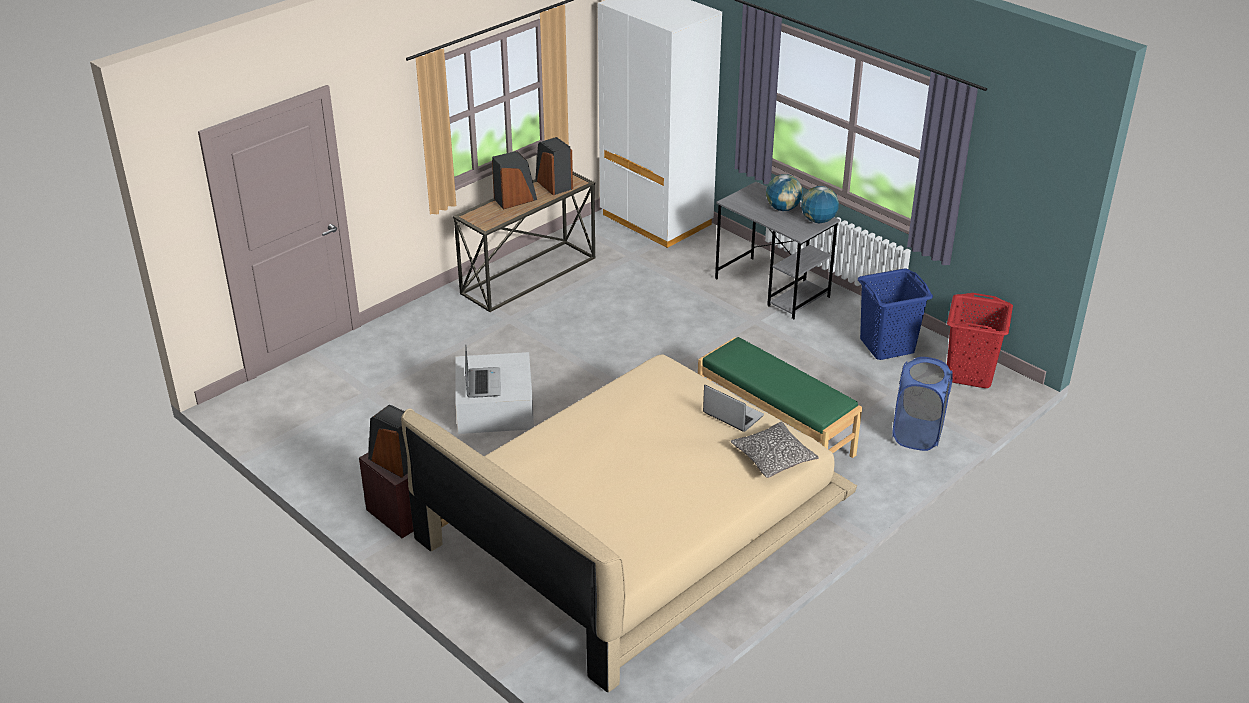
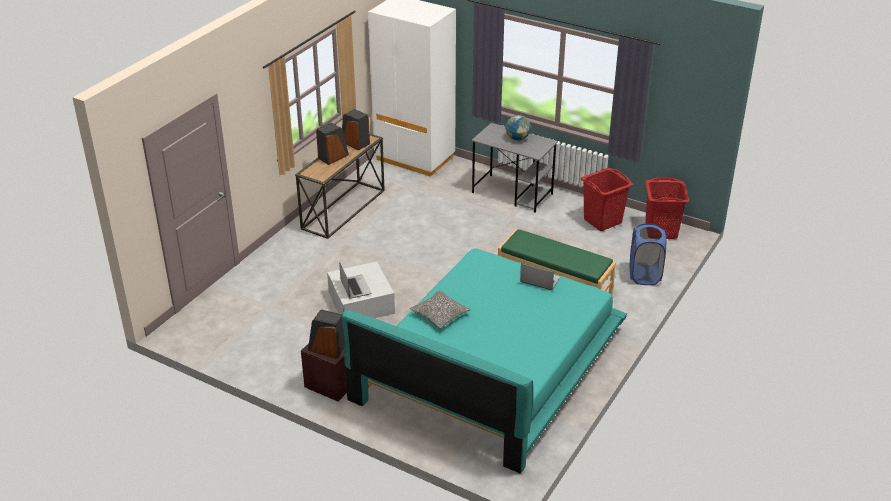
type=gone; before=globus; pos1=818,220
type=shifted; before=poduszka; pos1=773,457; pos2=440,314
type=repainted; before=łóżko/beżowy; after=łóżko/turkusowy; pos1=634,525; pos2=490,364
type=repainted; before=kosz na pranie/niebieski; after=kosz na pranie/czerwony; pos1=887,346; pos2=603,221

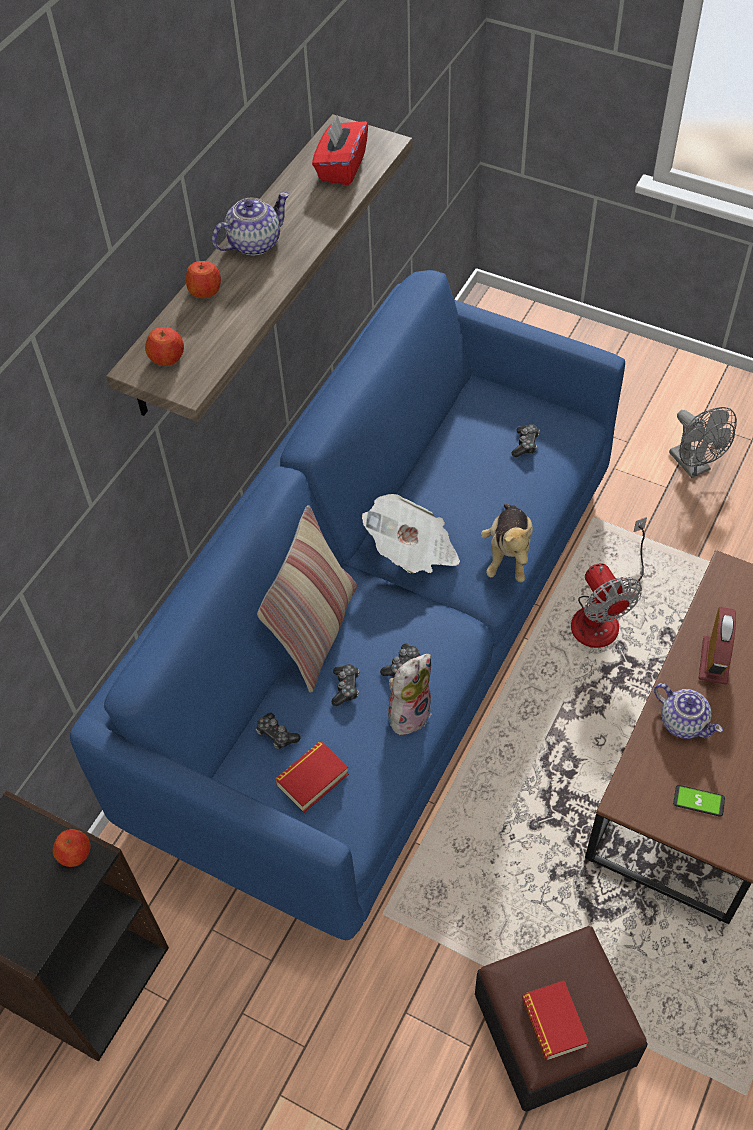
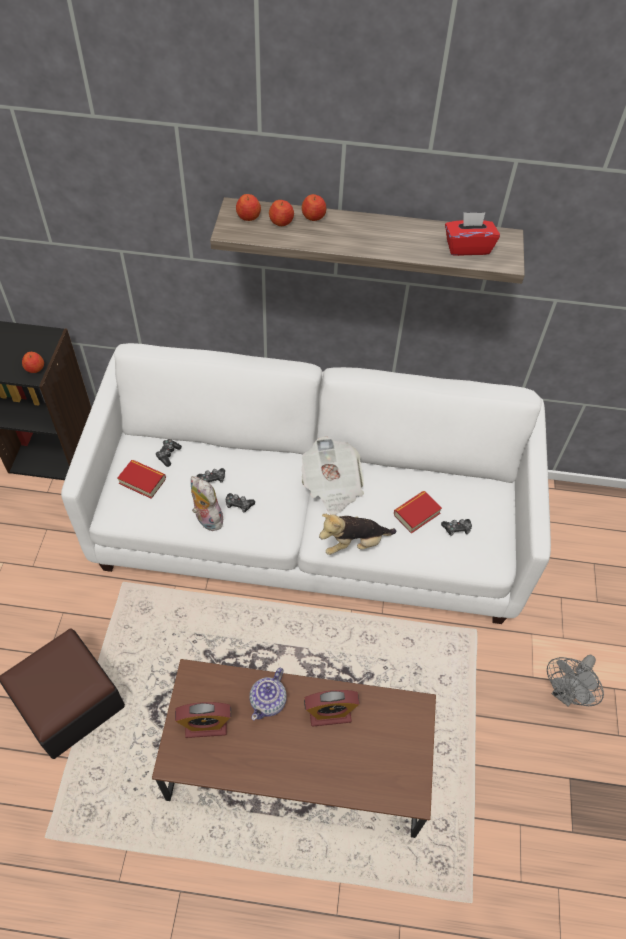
type=gone; before=imbryk; pos1=253,243
type=gone; before=poduszka; pos1=315,633
type=gone; before=wentylator; pos1=602,614
type=new; after=jabłko; pos2=281,222
type=shifted; before=książka; pos1=554,1022; pos2=416,514
type=swapped; before=telefon; after=budzik; pos1=698,801; pos2=206,725
type=repainted; before=kanapa/niebieski; after=kanapa/biały; pos1=380,644; pos2=311,525
type=rotated; before=pluszak; pos1=408,712; pos2=206,519; turn=-150

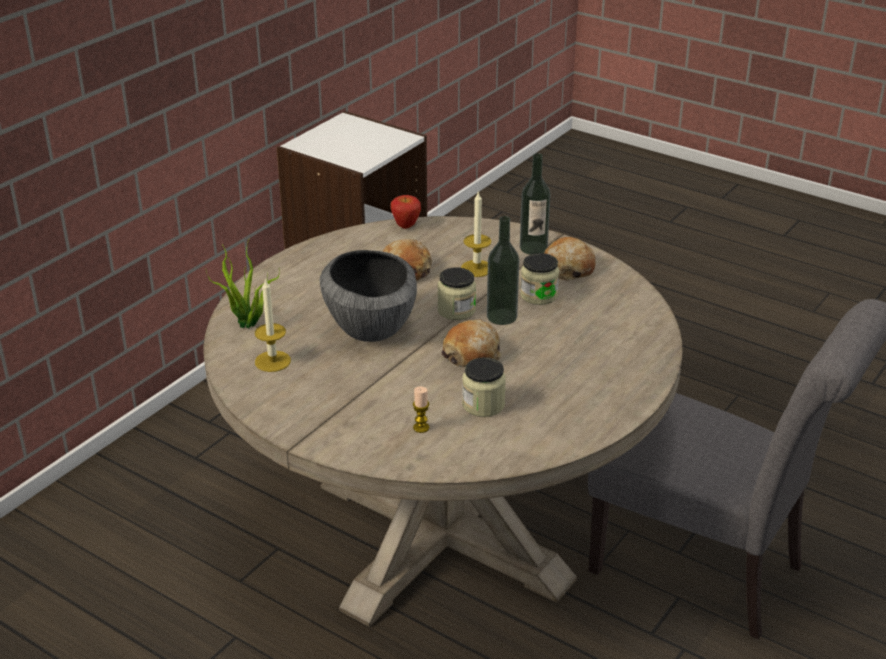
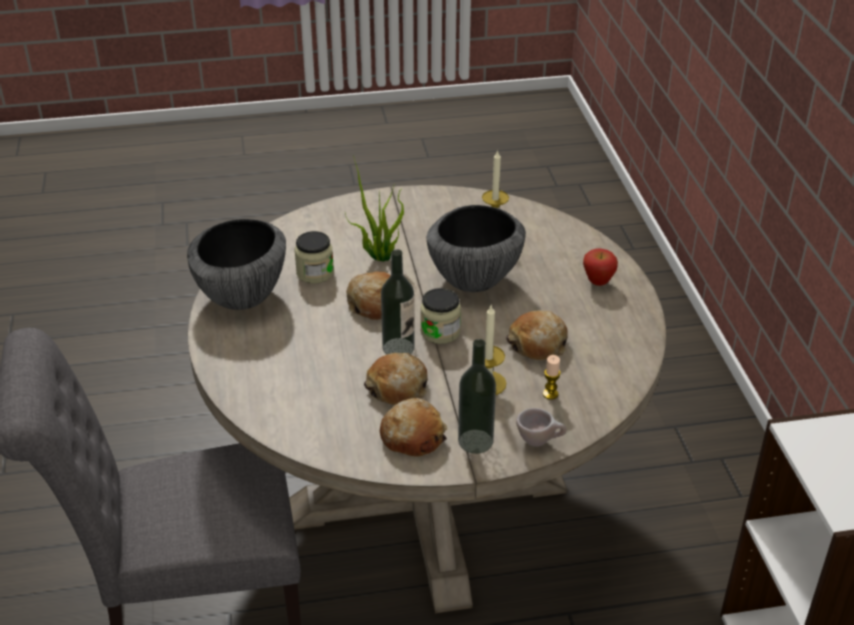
type=new; after=miska; pos2=242,296
type=new; after=filiżanka/beżowy; pos2=539,441
type=shifted; before=roślina doniczkowa; pos1=248,325; pos2=378,257
type=shifted; before=jabłko; pos1=406,226; pos2=598,282
type=shifted; before=świeca; pos1=421,428; pos2=550,394
type=swapped; before=słoik; after=chleb; pos1=539,295; pos2=397,387

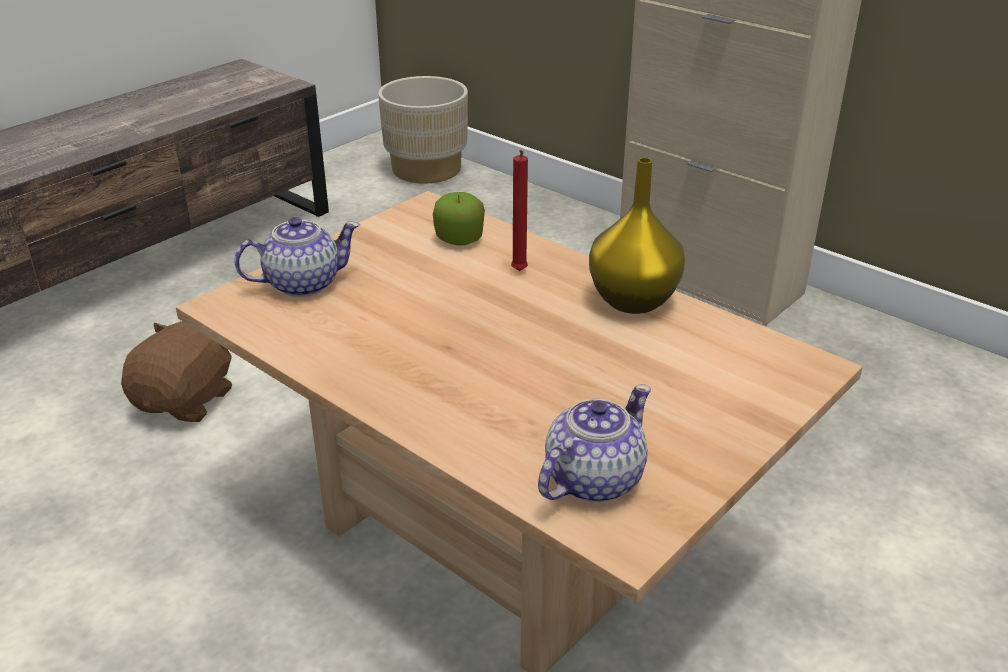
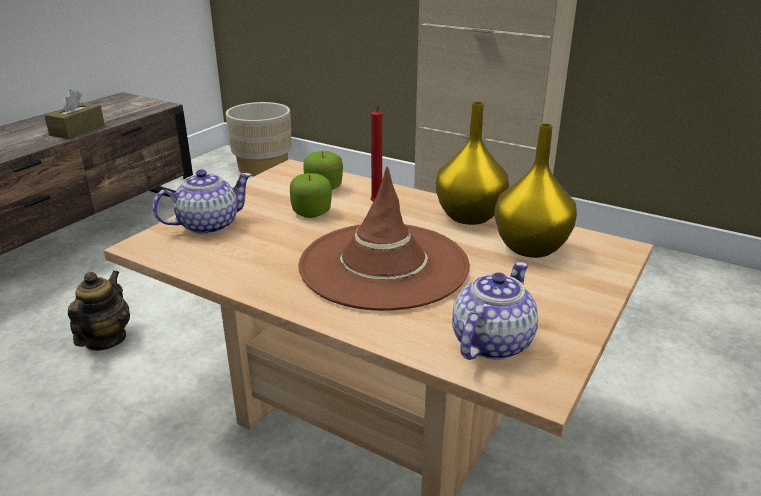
type=new; after=pudełko chusteczek/brązowy; pos2=77,130
type=new; after=jabłko; pos2=311,212
type=new; after=kapelusz/brązowy; pos2=383,265
type=new; after=wazon/żółty; pos2=529,247
type=swapped; before=pluszak/brązowy; after=imbryk; pos1=186,401; pos2=105,340

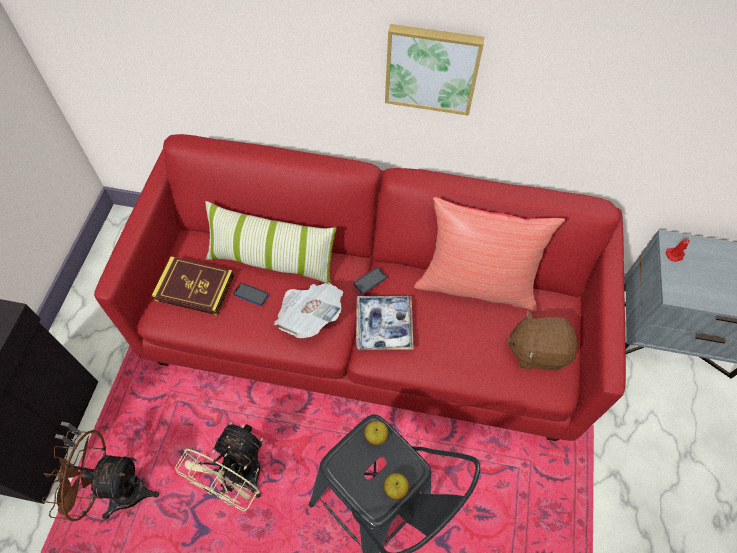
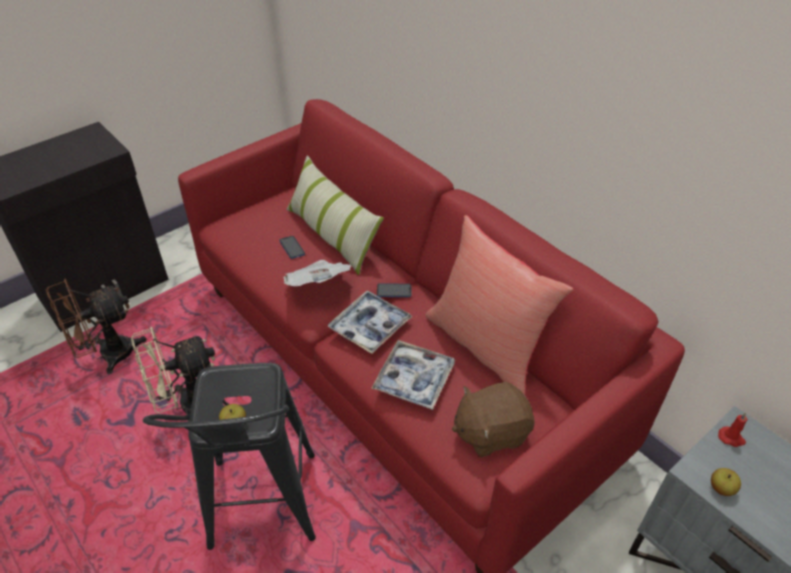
type=gone; before=książka; pos1=195,288
type=gone; before=obraz; pos1=432,68
type=new; after=taca; pos2=414,379
type=shifted; before=jabłko; pos1=376,436; pos2=721,488
type=rotated; before=wentylator/brązowy; pos1=118,491; pos2=108,355; turn=-75
type=rotated; before=pluszak/brązowy; pos1=537,351; pos2=490,432; turn=-60

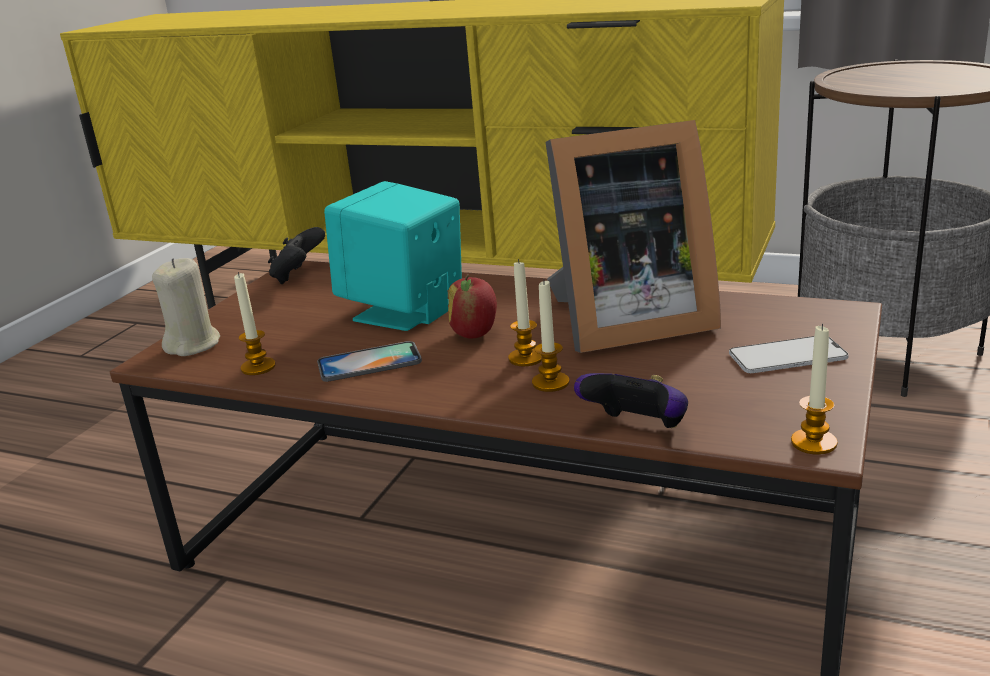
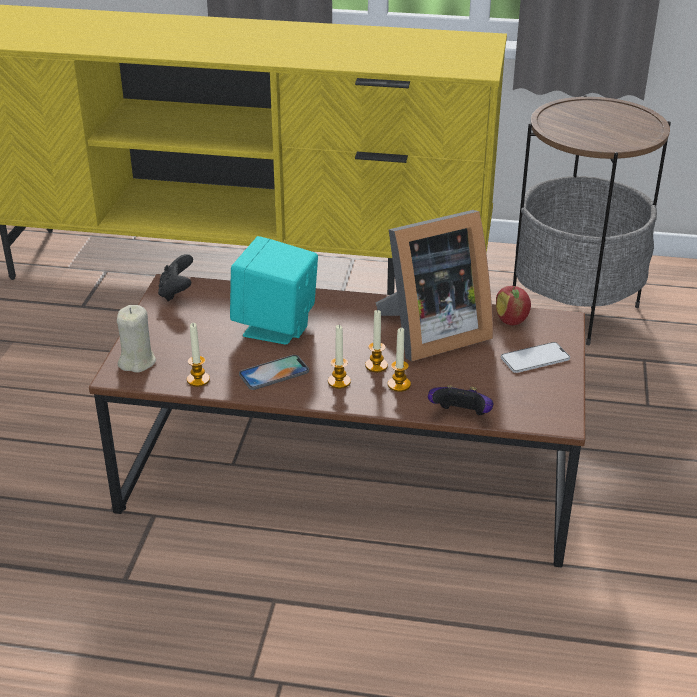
type=shifted; before=jabłko; pos1=474,333; pos2=512,321
type=shifted; before=świeca; pos1=813,443; pos2=339,381

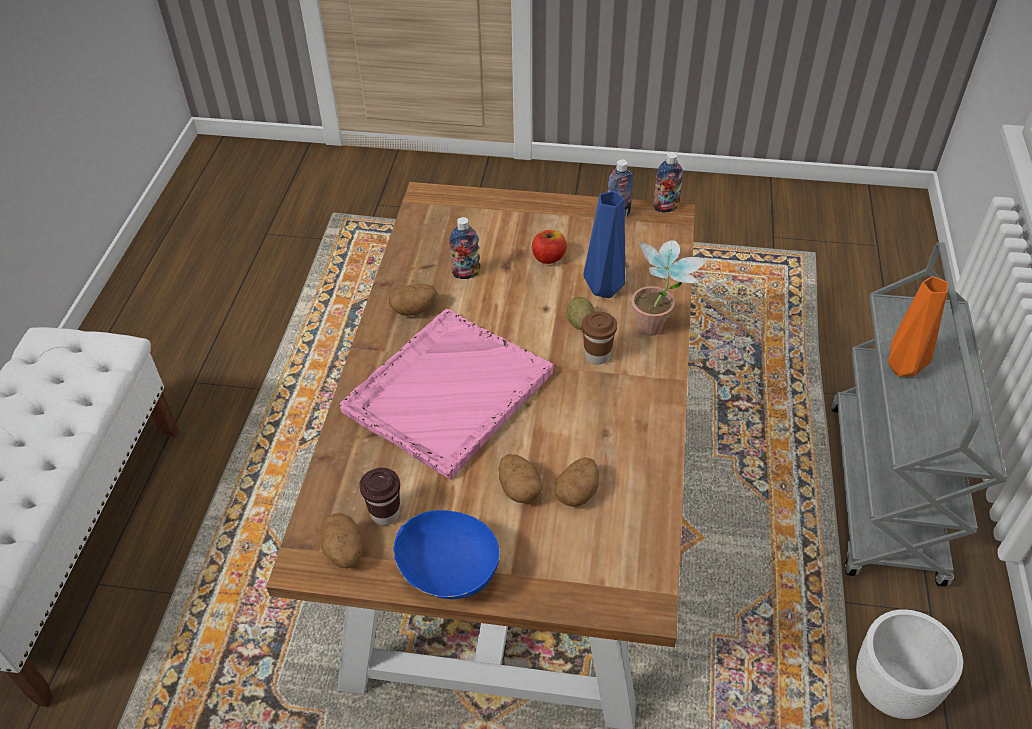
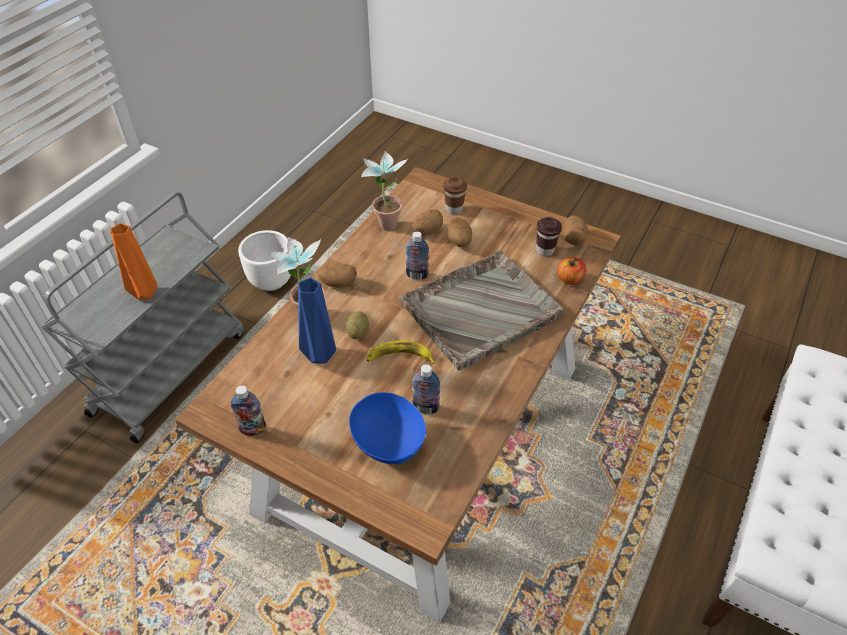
type=new; after=roślina doniczkowa; pos2=386,221
type=new; after=banan; pos2=399,357
type=shifted; before=ziemniak; pos1=414,309; pos2=338,283
type=shifted; before=miska/niebieski; pos1=448,572; pos2=389,442
type=shifted; before=jabłko; pos1=548,257; pos2=569,279
type=shifted; before=filiżanka/brązowy; pos1=597,356; pos2=454,209
type=shifted; before=butelka; pos1=665,207; pos2=417,275
type=repainted; before=taca/różowy; after=taca/szary; pos1=447,393; pos2=482,309

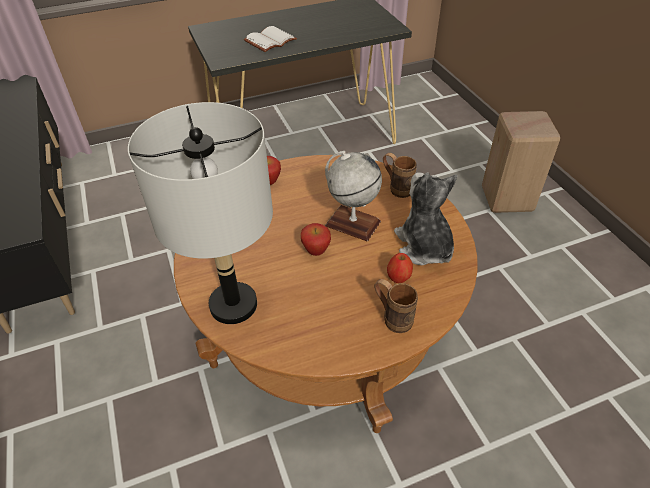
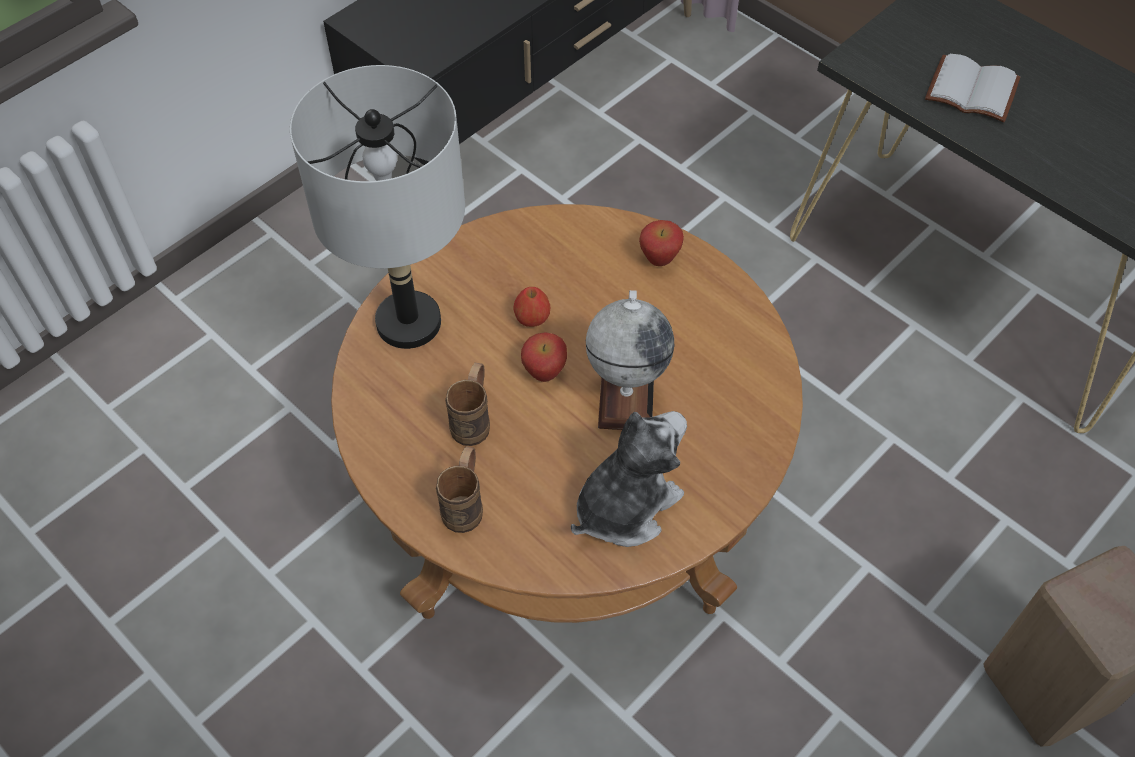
type=shifted; before=kubek/brązowy; pos1=396,188; pos2=474,420
type=shifted; before=jabłko; pos1=398,278; pos2=532,320

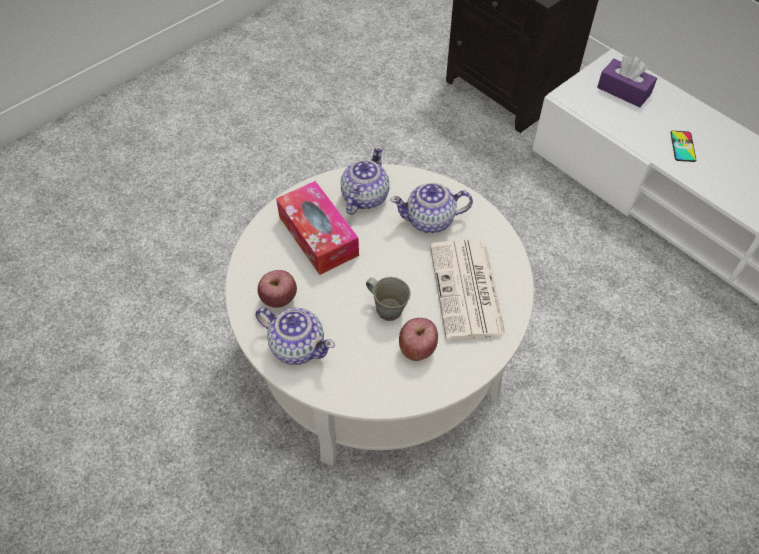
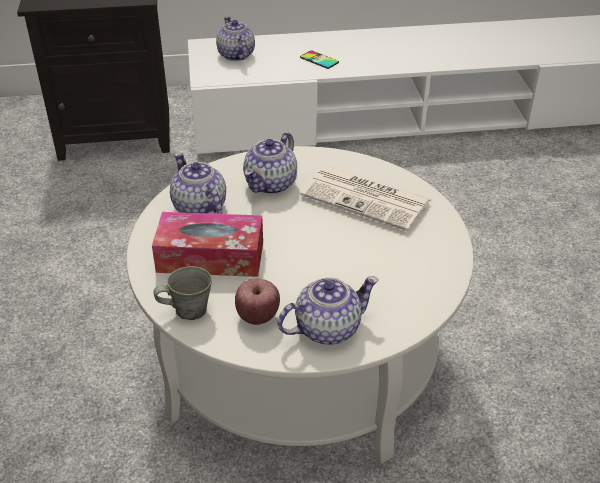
type=gone; before=jabłko; pos1=417,349
type=shifted; before=kubek/szary; pos1=388,308; pos2=188,310
type=swapped; before=pudełko chusteczek/fioletowy; after=imbryk; pos1=624,91; pos2=236,55

